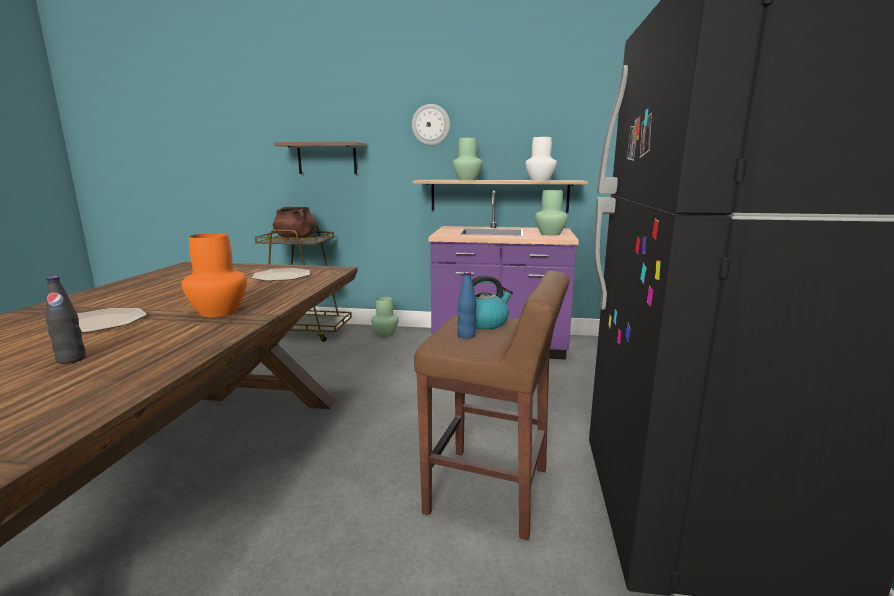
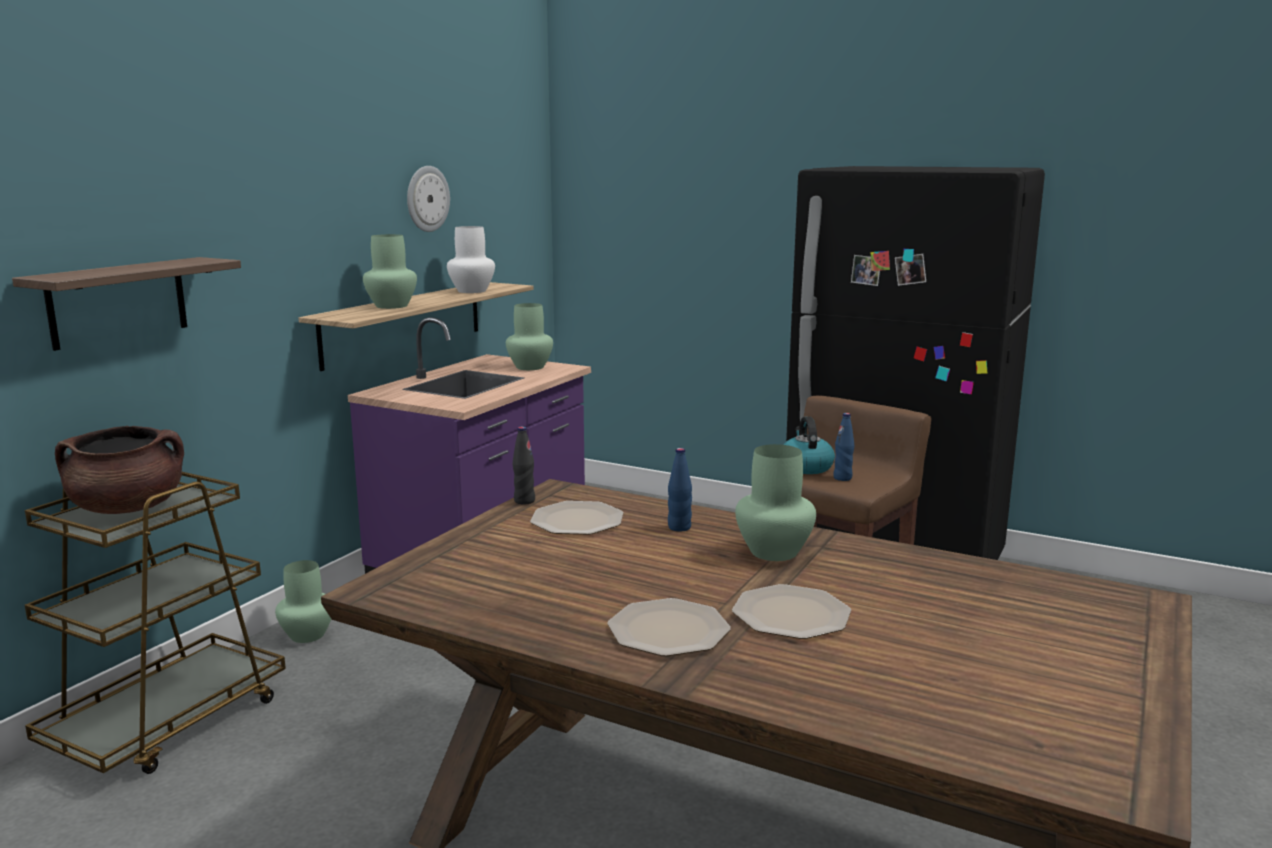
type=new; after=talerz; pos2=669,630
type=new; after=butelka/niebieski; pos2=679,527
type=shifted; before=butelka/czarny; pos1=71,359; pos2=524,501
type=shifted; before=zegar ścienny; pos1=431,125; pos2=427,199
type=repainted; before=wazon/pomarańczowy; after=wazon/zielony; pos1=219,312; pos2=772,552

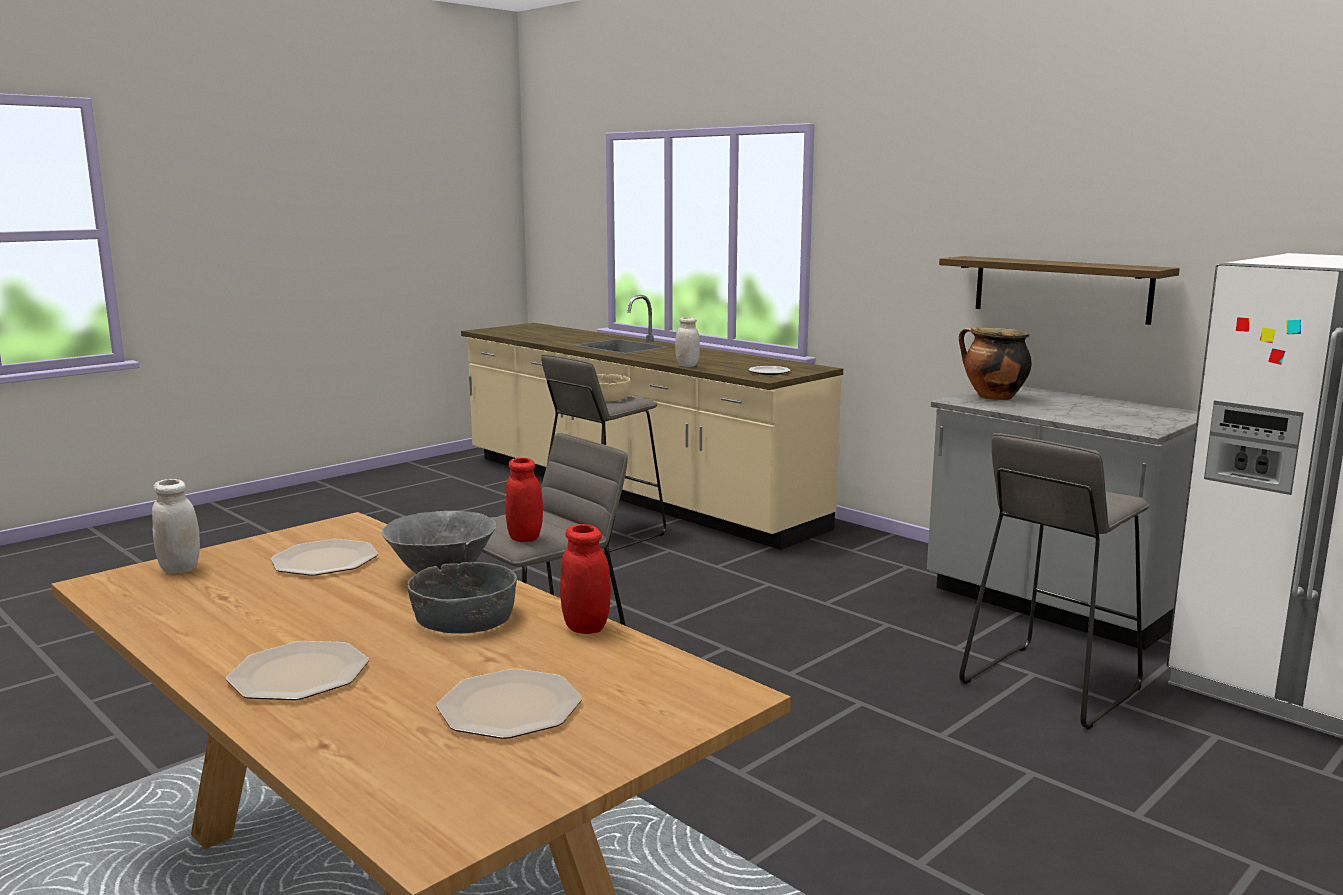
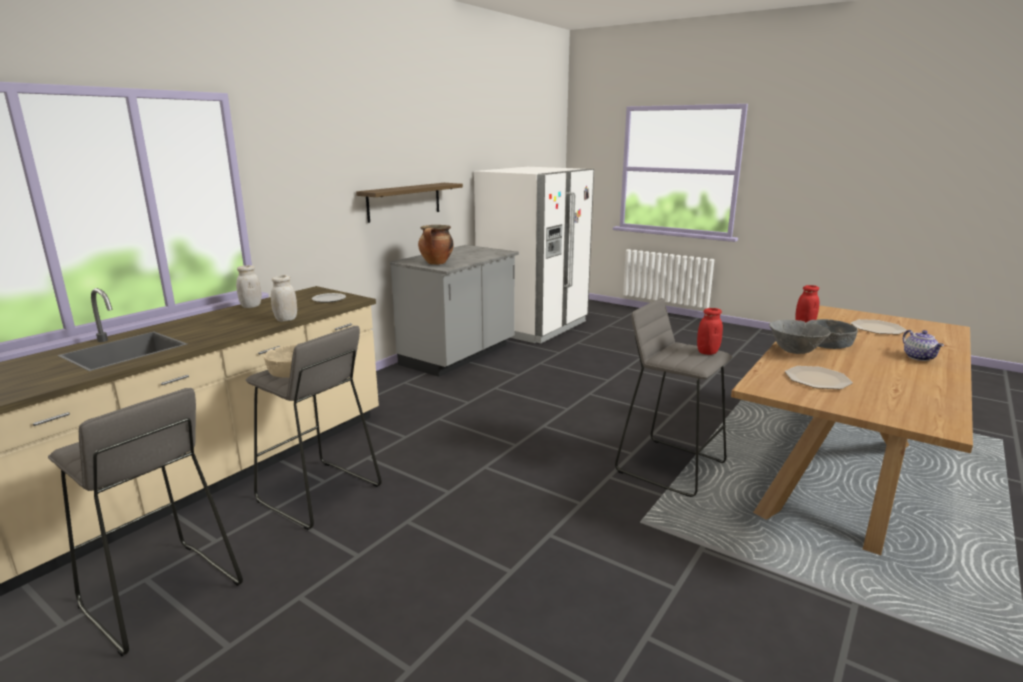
type=shifted; before=słoik/biały; pos1=180,568; pos2=251,306
type=shifted; before=stołek/szary; pos1=1049,685; pos2=159,595
type=swapped; before=talerz; after=imbryk; pos1=299,674; pos2=919,357

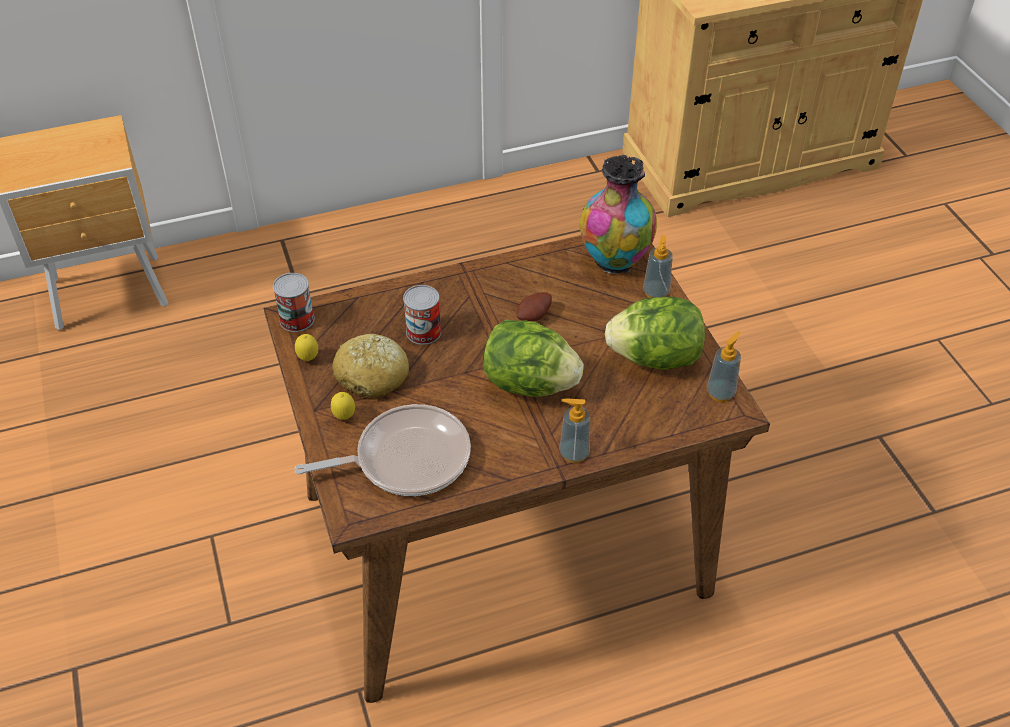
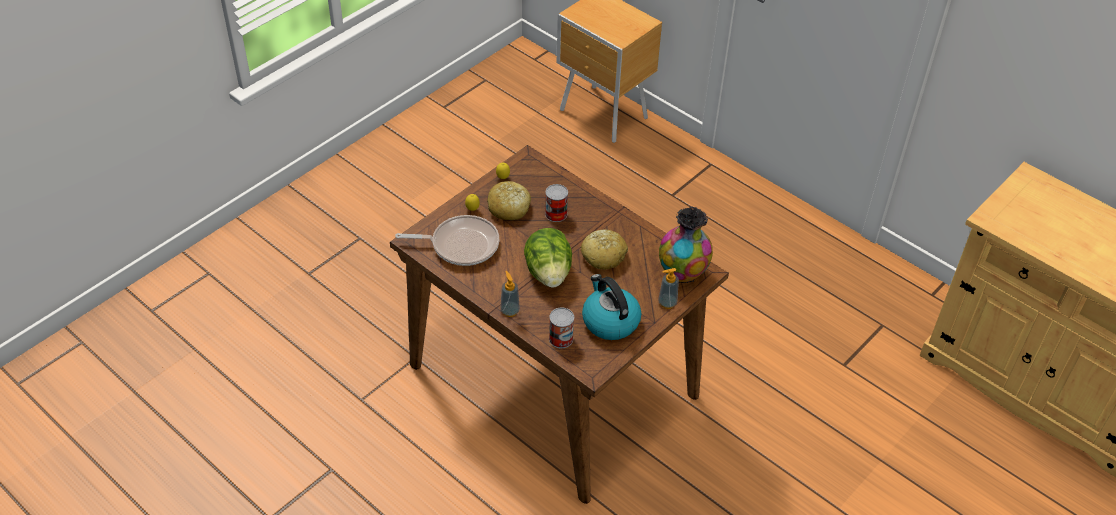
type=gone; before=dozownik mydła; pos1=720,393
type=shifted; before=puszka; pos1=297,319; pos2=561,338
type=swapped; before=ziemniak; after=chleb; pos1=535,316; pos2=603,255
type=swapped; before=sałata; after=czajnik; pos1=655,358; pos2=609,321
type=rotated; before=patelnia; pos1=406,458; pos2=461,245; turn=-45

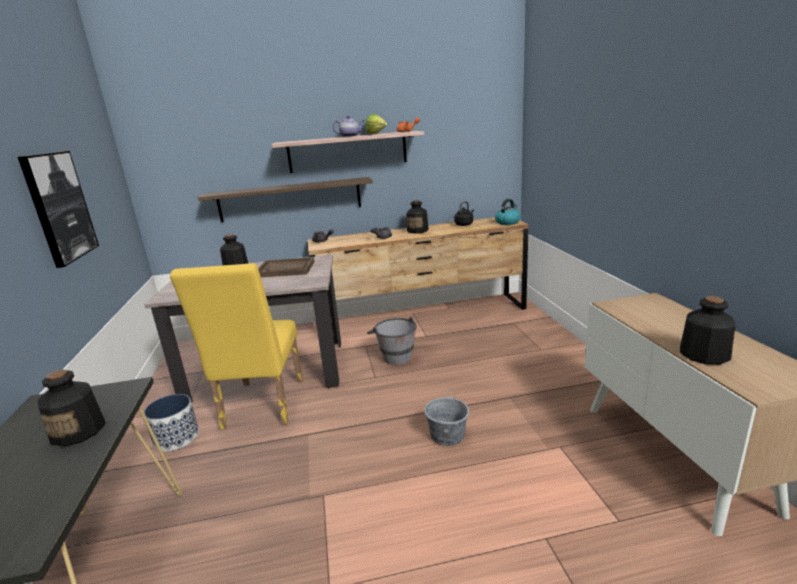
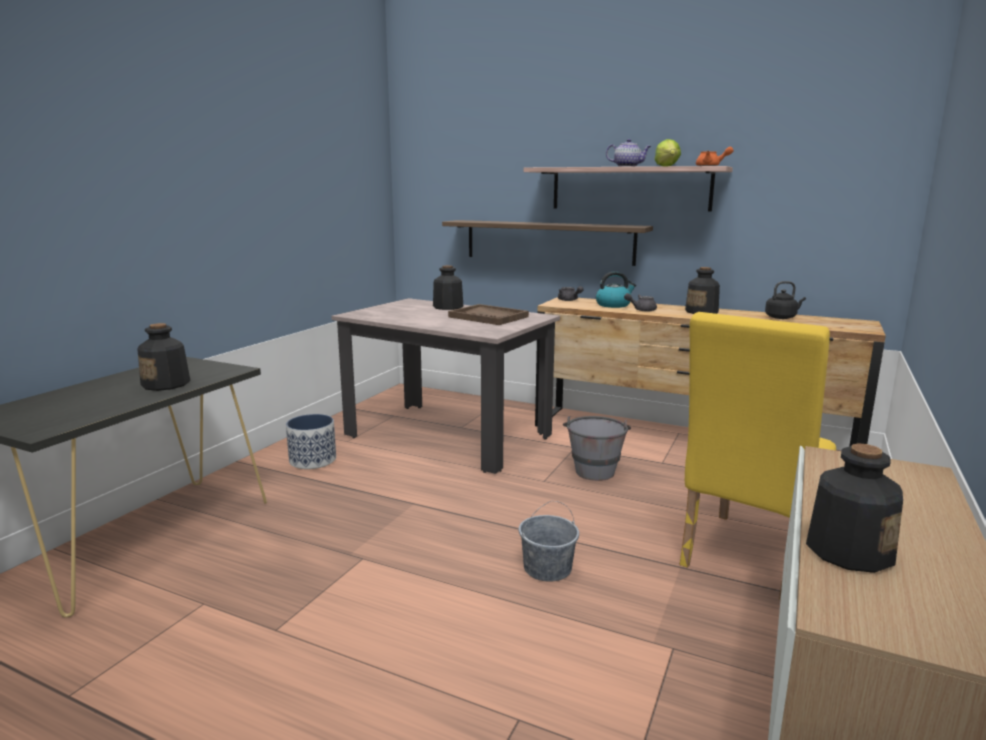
type=gone; before=obraz; pos1=59,207
type=shifted; before=krzesło/żółty; pos1=261,407; pos2=745,559
type=shifted; before=czajnik; pos1=507,222; pos2=613,305

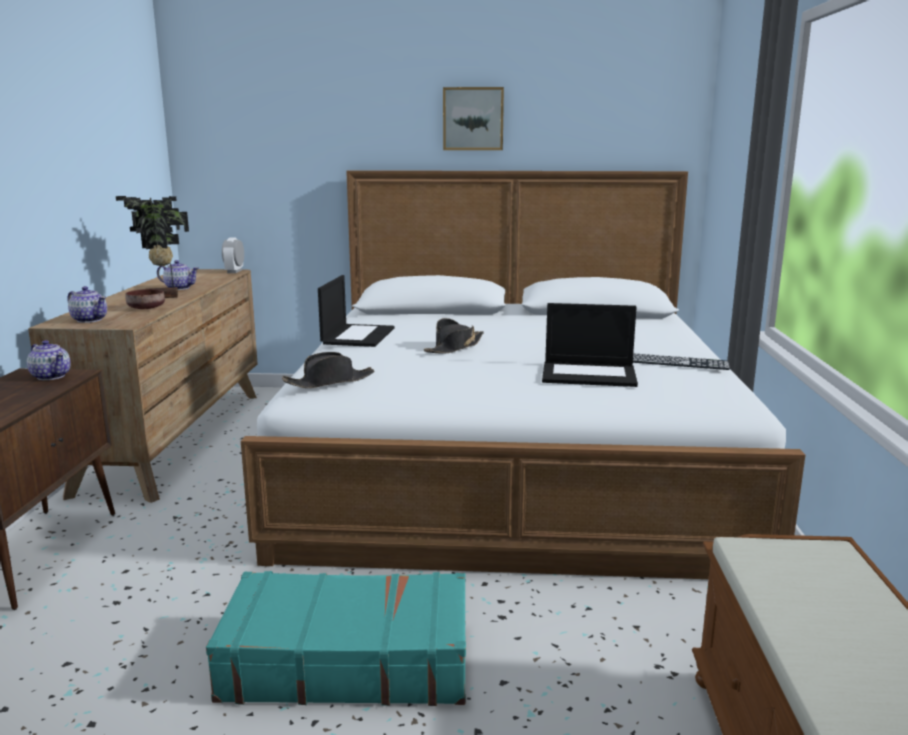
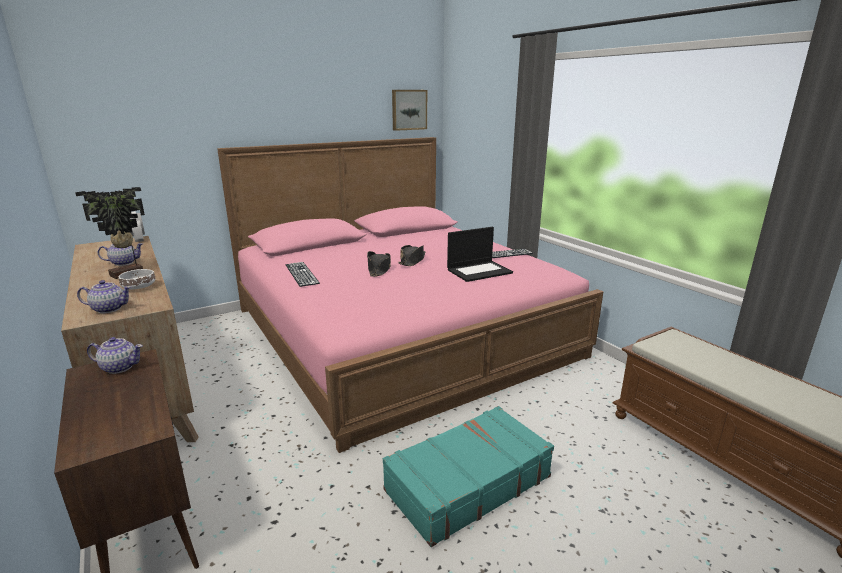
type=shifted; before=kapelusz/czarny; pos1=330,381; pos2=412,261
type=shifted; before=obraz; pos1=473,119; pos2=408,110
type=swapped; before=laptop; after=klawiatura; pos1=358,335; pos2=301,274
type=repainted; before=miska/brązowy; after=miska/biały; pos1=147,308; pos2=139,287
type=repainted; before=łóżko/biały; after=łóżko/różowy; pos1=511,459; pos2=399,331

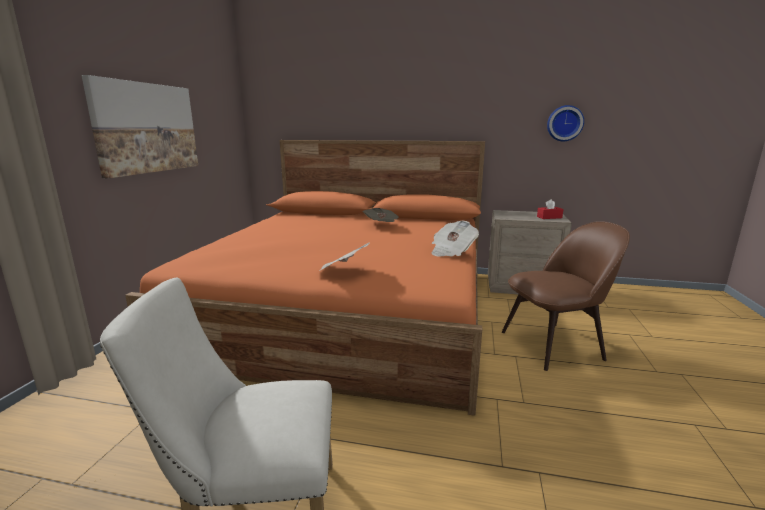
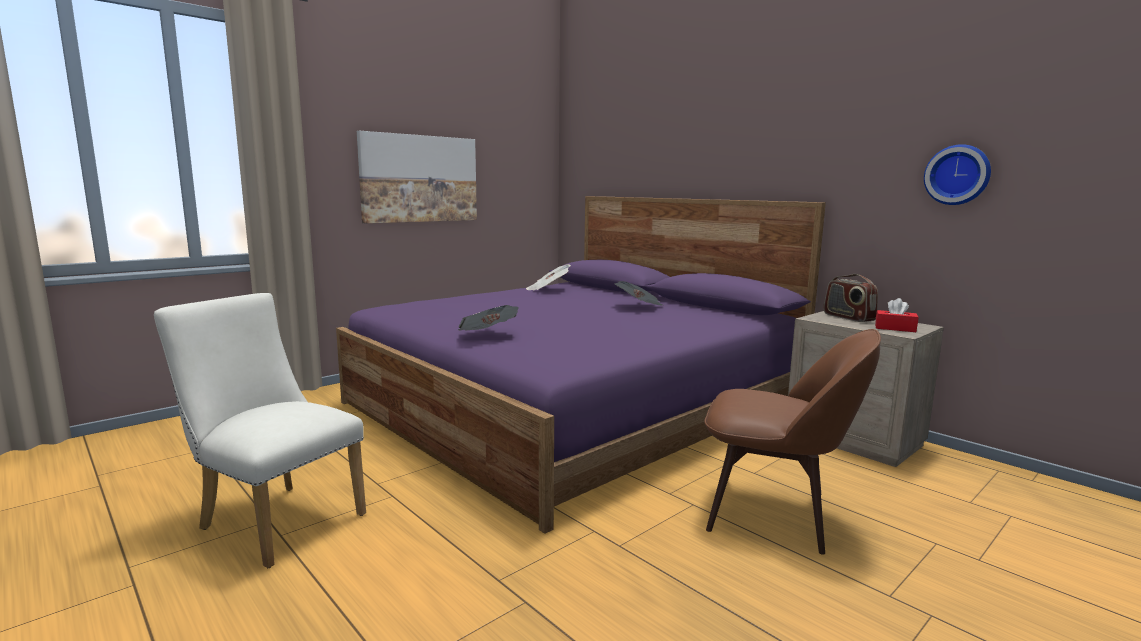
type=new; after=radio; pos2=848,317
type=shifted; before=gazeta; pos1=452,251; pos2=548,289
type=repainted; before=łóżko/pomarańczowy; after=łóżko/fioletowy; pos1=349,309; pos2=574,405

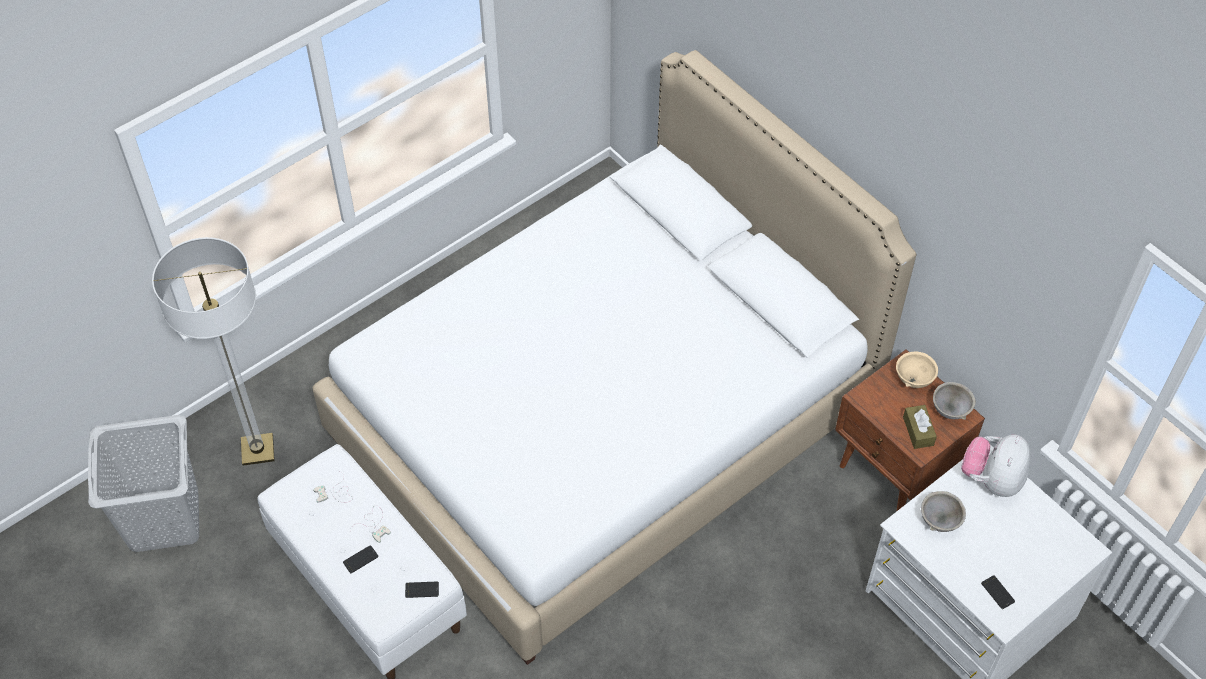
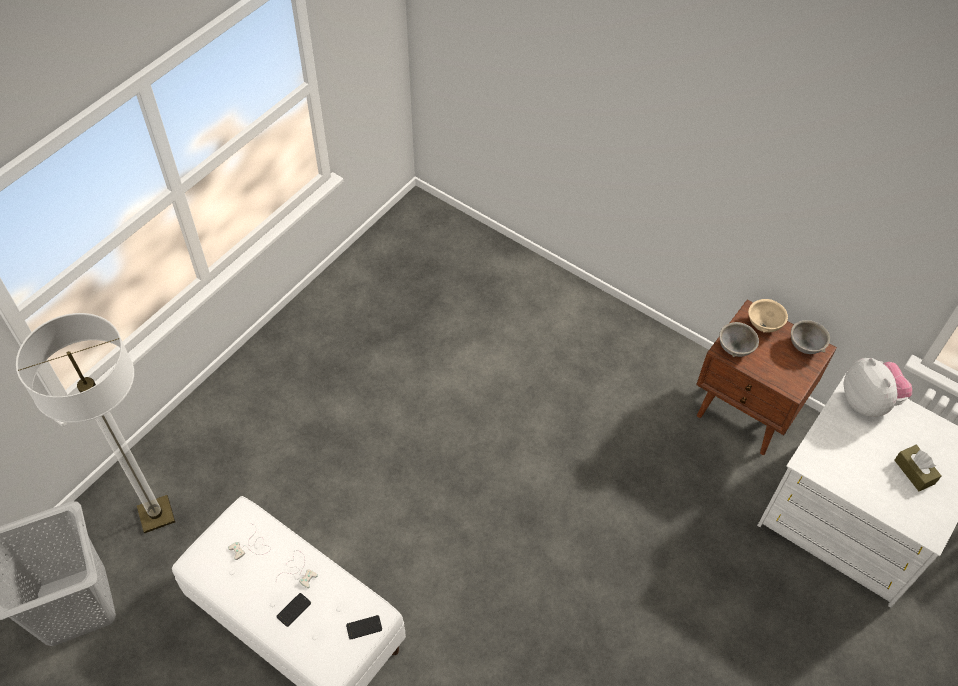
type=gone; before=łóżko/biały; pos1=603,421
type=gone; before=telefon; pos1=997,592
type=shifted; before=pudełko chusteczek/brązowy; pos1=918,431; pos2=914,472
type=shifted; before=miska/szary; pos1=940,521; pos2=735,348
type=rotated; before=pluszak; pos1=992,479; pos2=868,402; turn=150

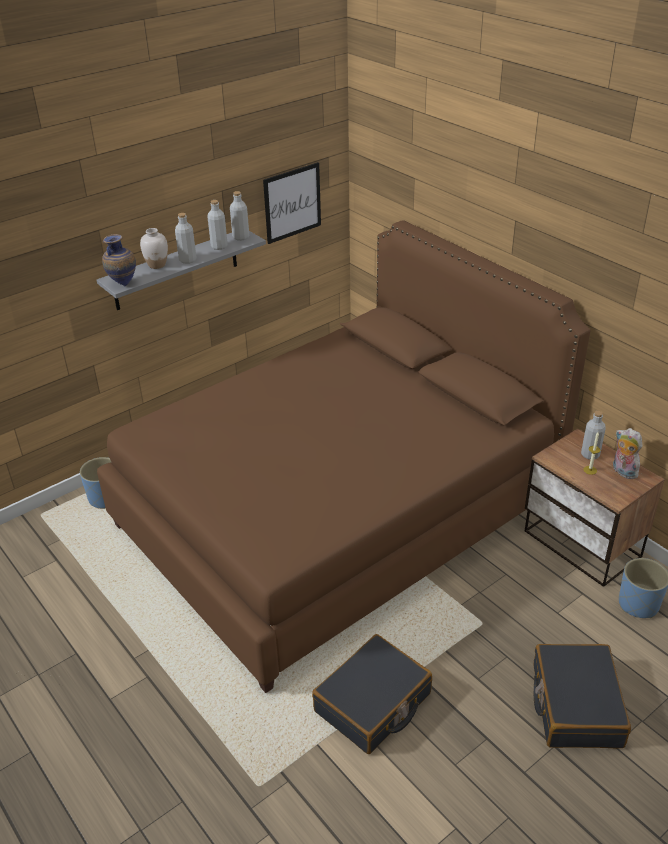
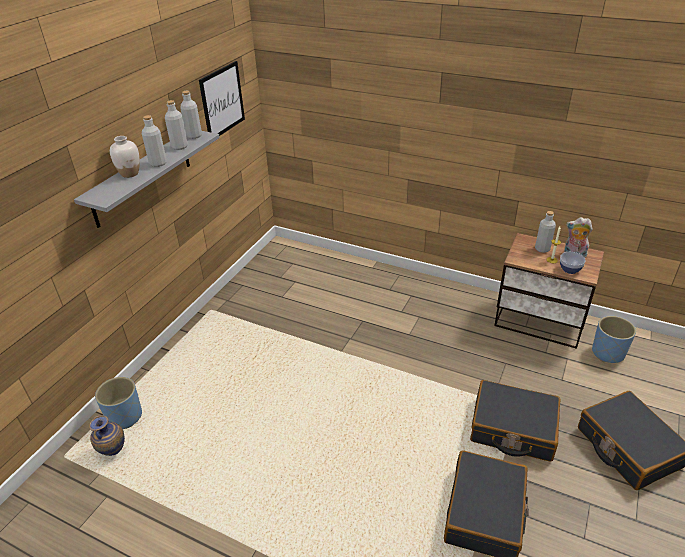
type=gone; before=łóżko/brązowy; pos1=336,513
type=new; after=walizka/czarny; pos2=513,429
type=new; after=miska; pos2=569,269
type=shifted; before=wazon; pos1=123,284; pos2=113,452

